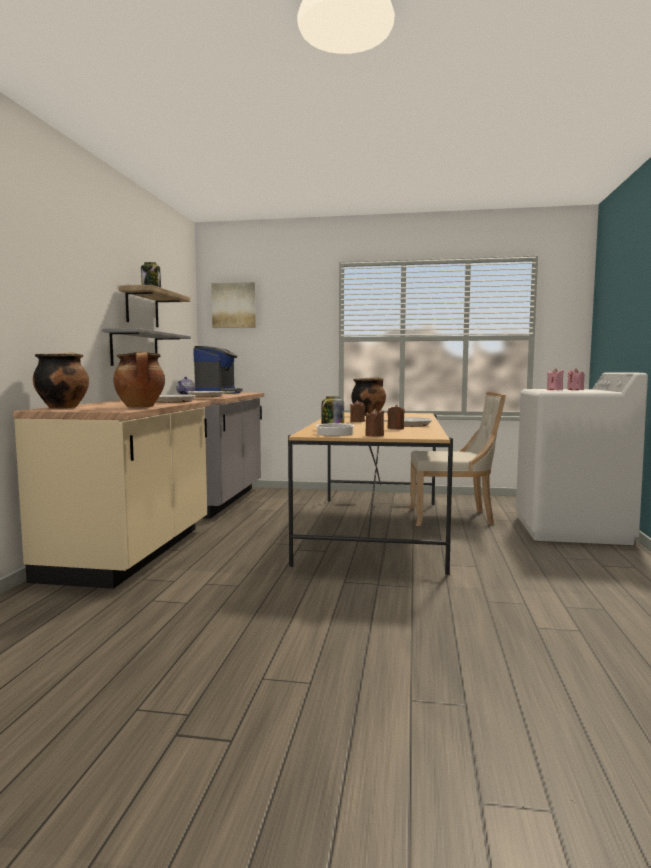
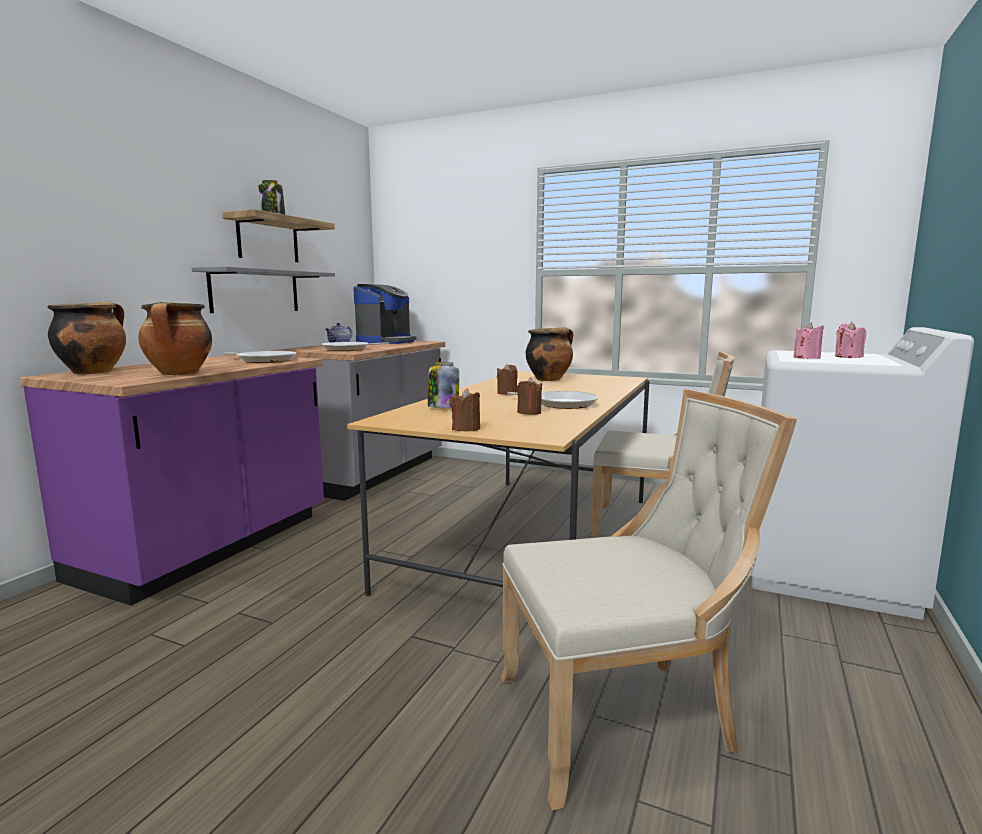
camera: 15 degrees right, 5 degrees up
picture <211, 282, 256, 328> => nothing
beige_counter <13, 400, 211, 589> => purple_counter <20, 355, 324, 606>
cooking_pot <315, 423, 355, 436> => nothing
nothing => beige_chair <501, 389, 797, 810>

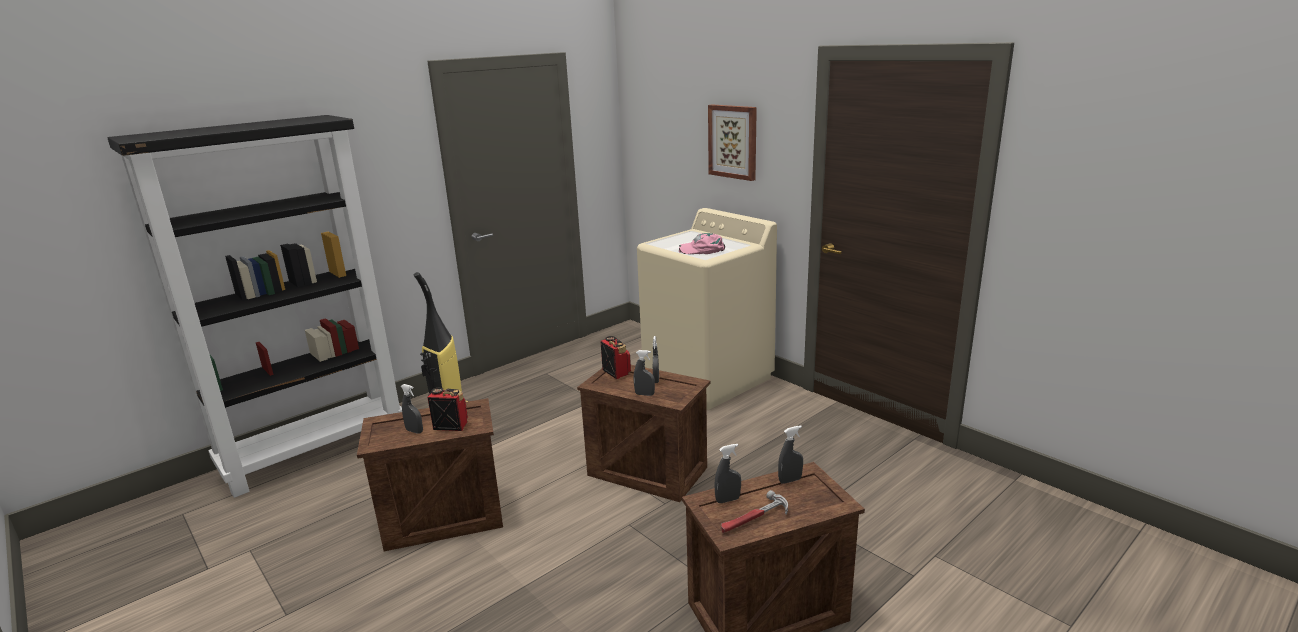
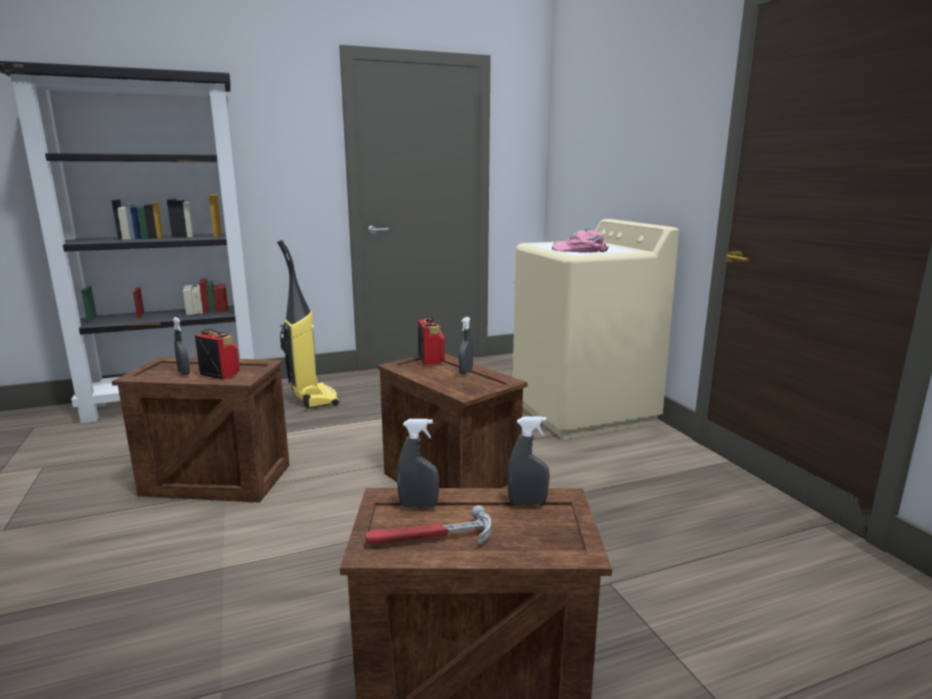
camera: 20 degrees right, 5 degrees down
picture <708, 104, 757, 181> => nothing
grey_spray_bottle <634, 350, 655, 396> => nothing

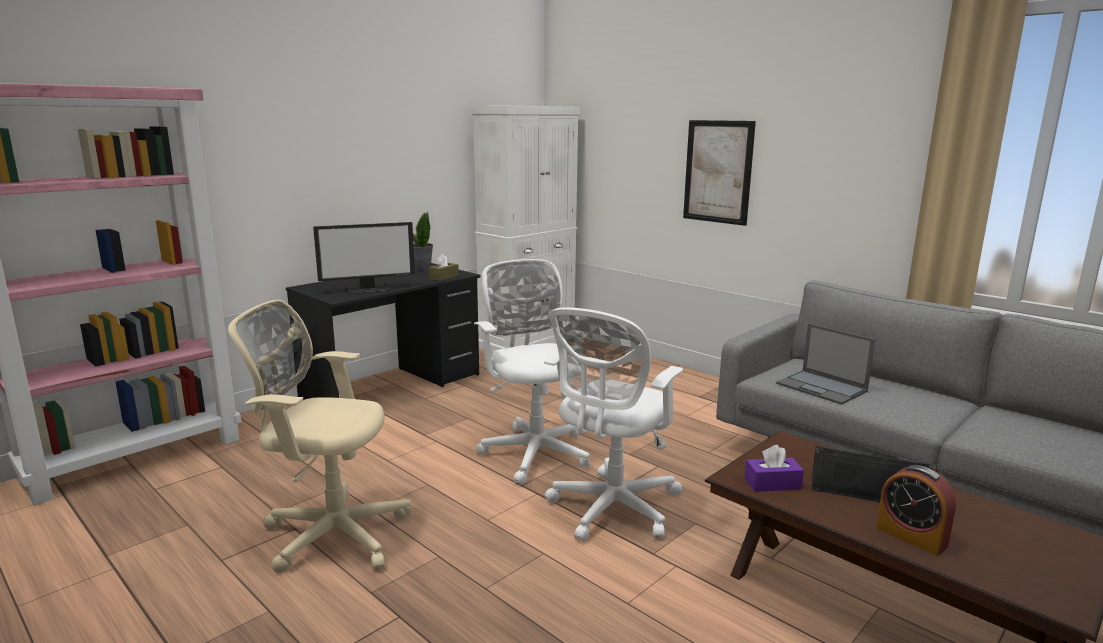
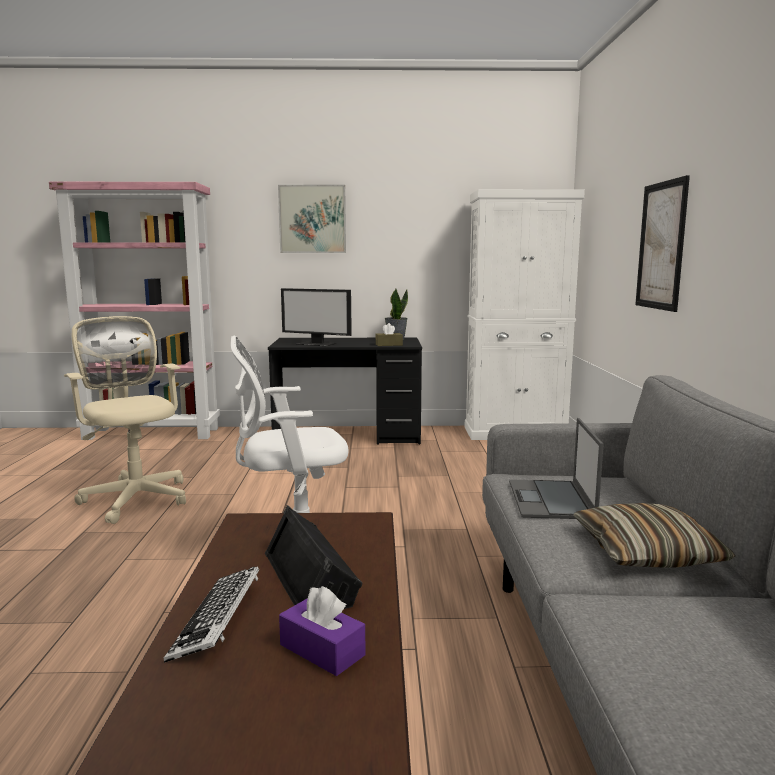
camera: 45 degrees right, 5 degrees down
white_office_chair <474, 259, 590, 485> => nothing
purple_tissue_box <744, 445, 804, 492> => purple_tissue_box <279, 586, 365, 676>, moved
alarm_clock <876, 465, 956, 556> => keyboard <164, 566, 259, 663>
nothing => picture <278, 185, 346, 253>
nothing => pillow <573, 503, 736, 568>

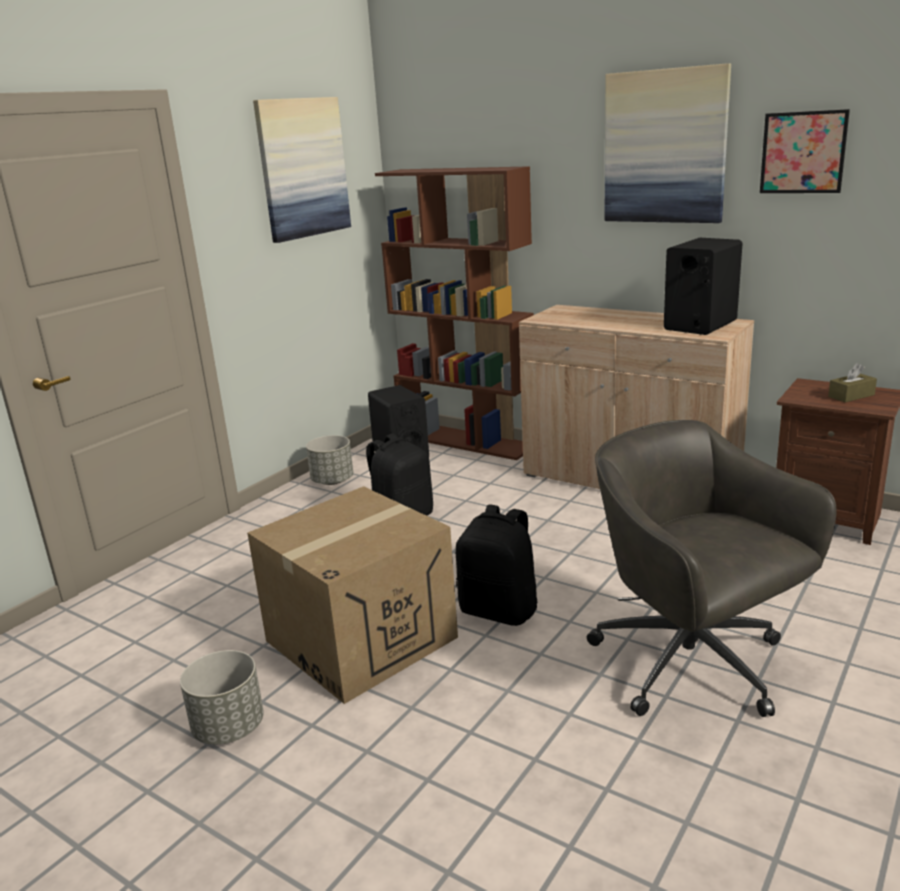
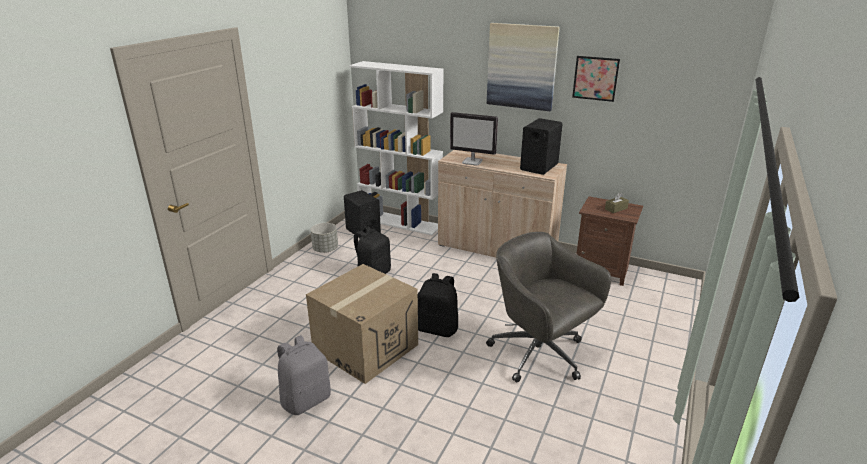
camera: 10 degrees left, 5 degrees up
picture <253, 97, 351, 243> => nothing
brown_bookcase <375, 166, 534, 460> => white_bookcase <349, 61, 444, 235>
grey_planter <180, 650, 264, 744> => grey_backpack <277, 335, 331, 415>
nothing => monitor <450, 112, 498, 166>

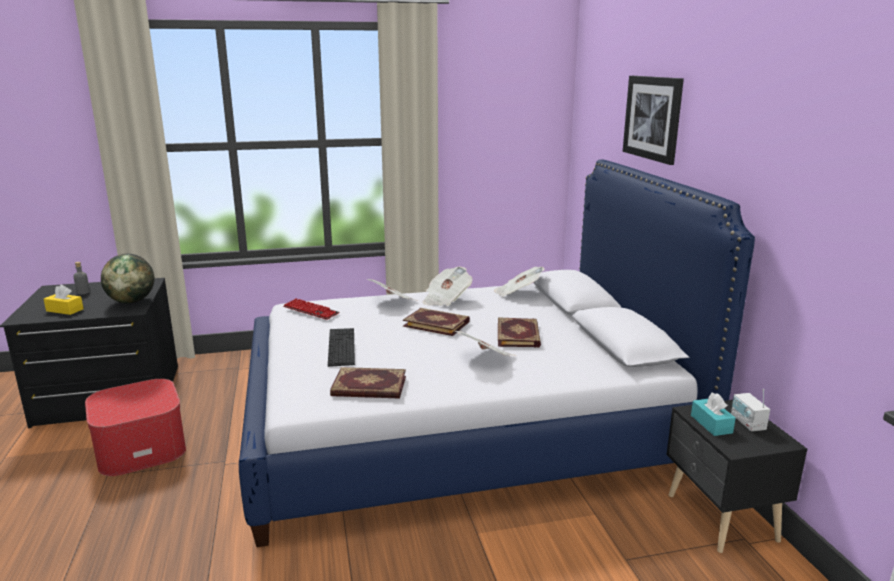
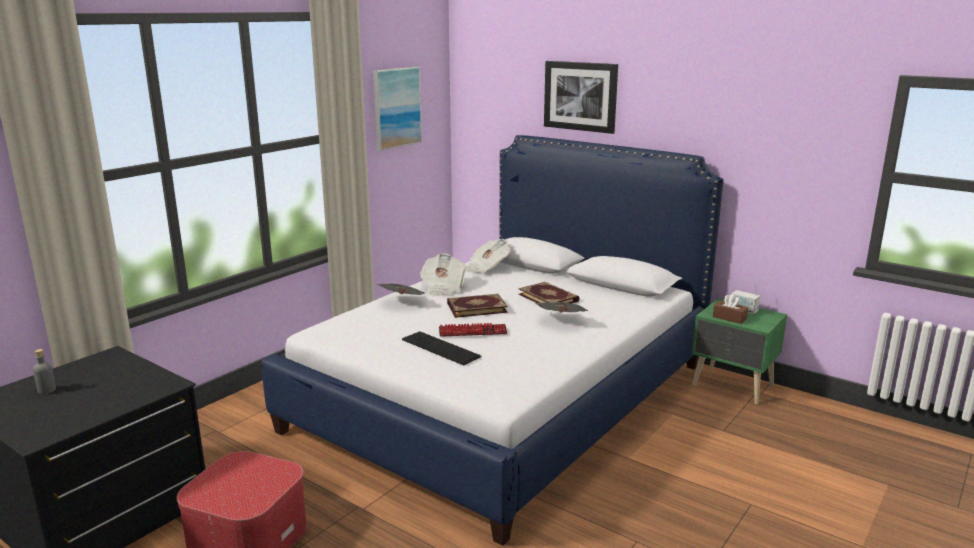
camera: 40 degrees left, 0 degrees up
globe <101, 254, 154, 304> => nothing
yellow_tissue_box <44, 285, 84, 315> => nothing
keyboard <283, 298, 340, 320> => keyboard <439, 323, 507, 337>, moved
book <330, 367, 406, 399> => nothing
turquoise_tissue_box <691, 393, 736, 436> => brown_tissue_box <713, 294, 748, 324>
black_nightstand <666, 400, 807, 553> => green_nightstand <692, 299, 787, 404>
nothing => picture <373, 66, 422, 151>

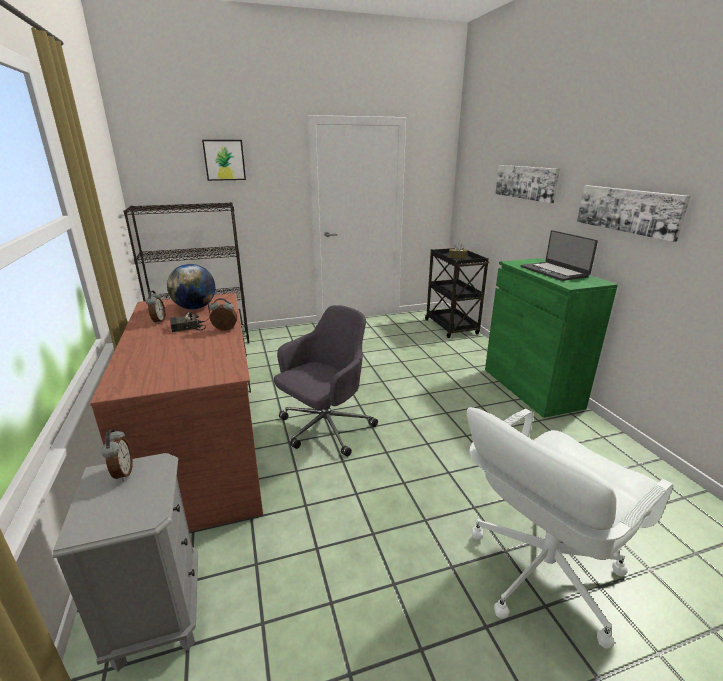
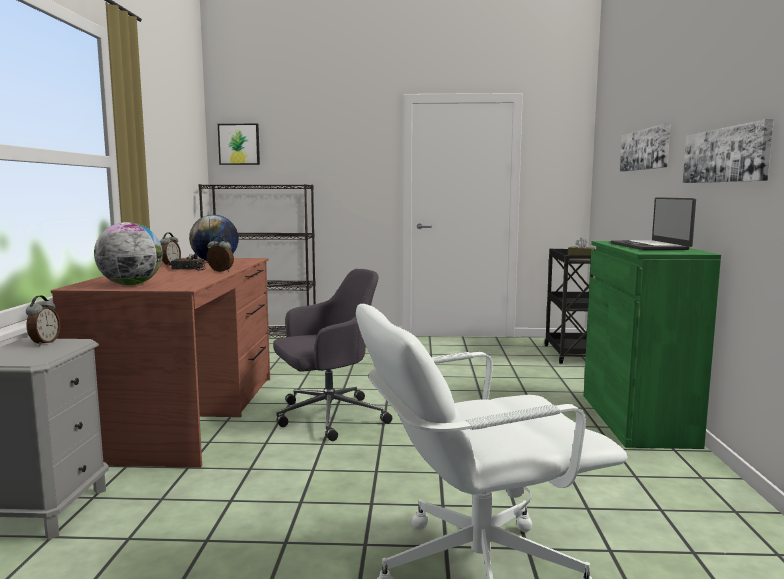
camera: 20 degrees right, 15 degrees down
picture <202, 140, 246, 181> => picture <218, 124, 260, 165>, moved
nothing => globe <94, 222, 163, 285>

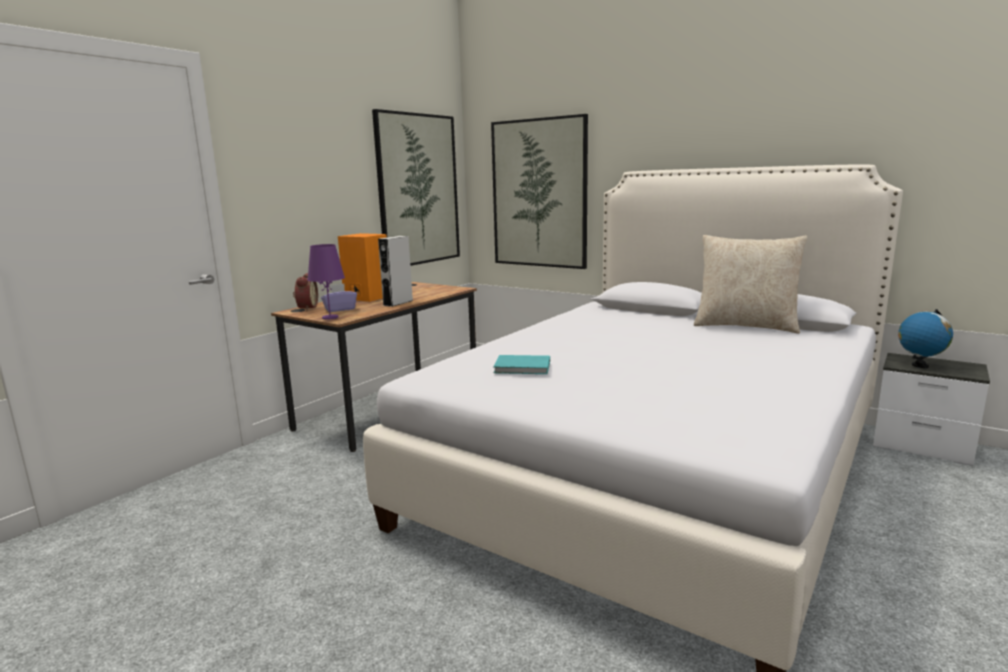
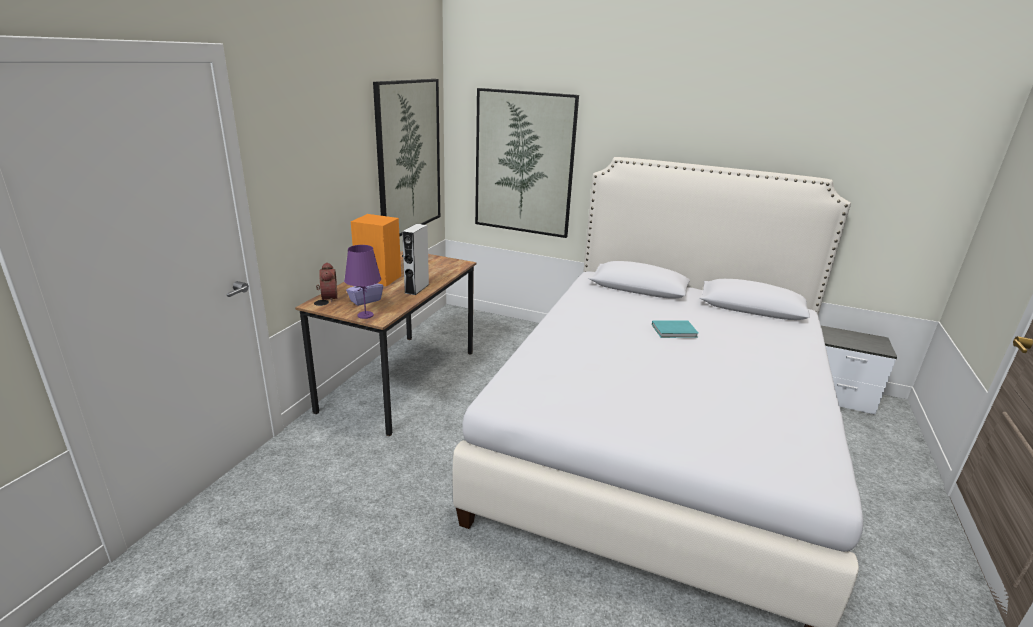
camera: 15 degrees left, 10 degrees up
beige_pillow <694, 235, 808, 334> => nothing
globe <898, 309, 953, 368> => nothing
turquoise_book <493, 355, 550, 374> => turquoise_book <652, 320, 699, 338>, moved

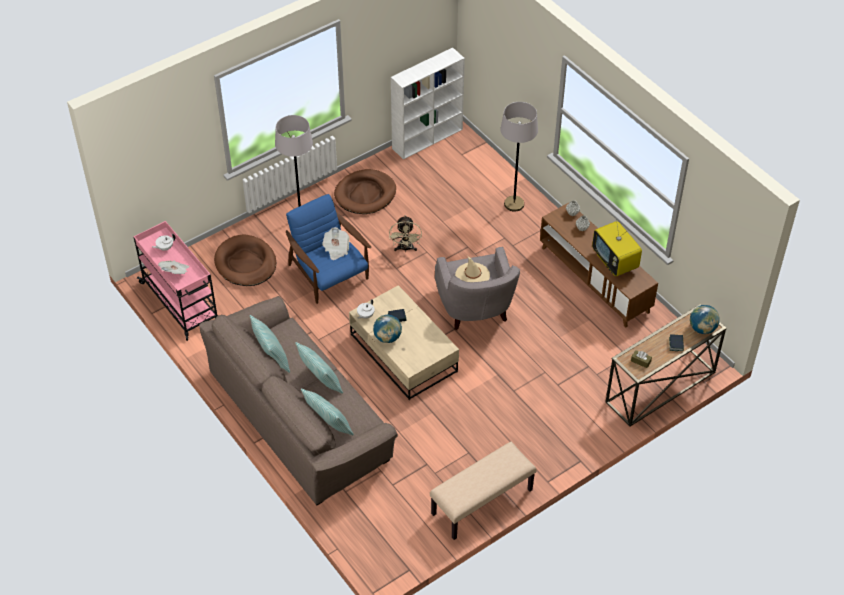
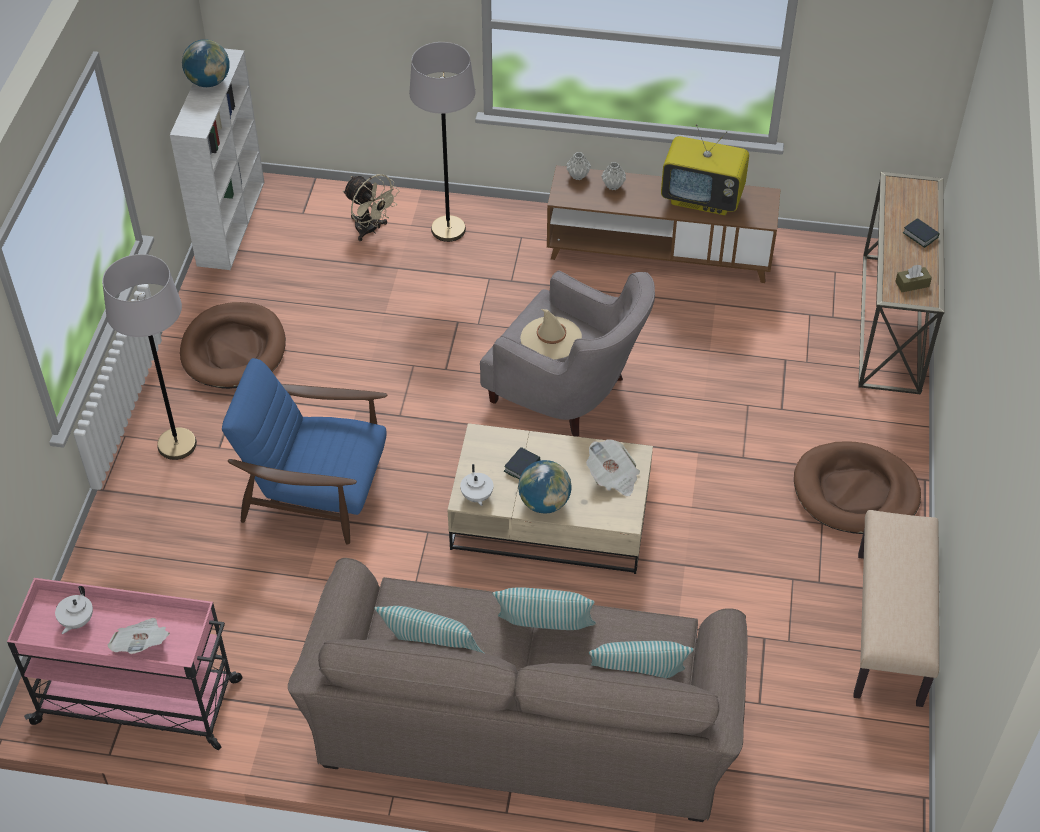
camera: 45 degrees left, 0 degrees up
beige_fan <389, 215, 422, 252> => beige_fan <343, 174, 399, 241>, moved
newspaper <322, 227, 350, 260> => newspaper <586, 439, 640, 497>, moved
brown_dog_bed <214, 235, 276, 286> => brown_dog_bed <794, 441, 921, 534>, moved
globe <690, 305, 720, 334> => globe <182, 39, 230, 87>, moved

